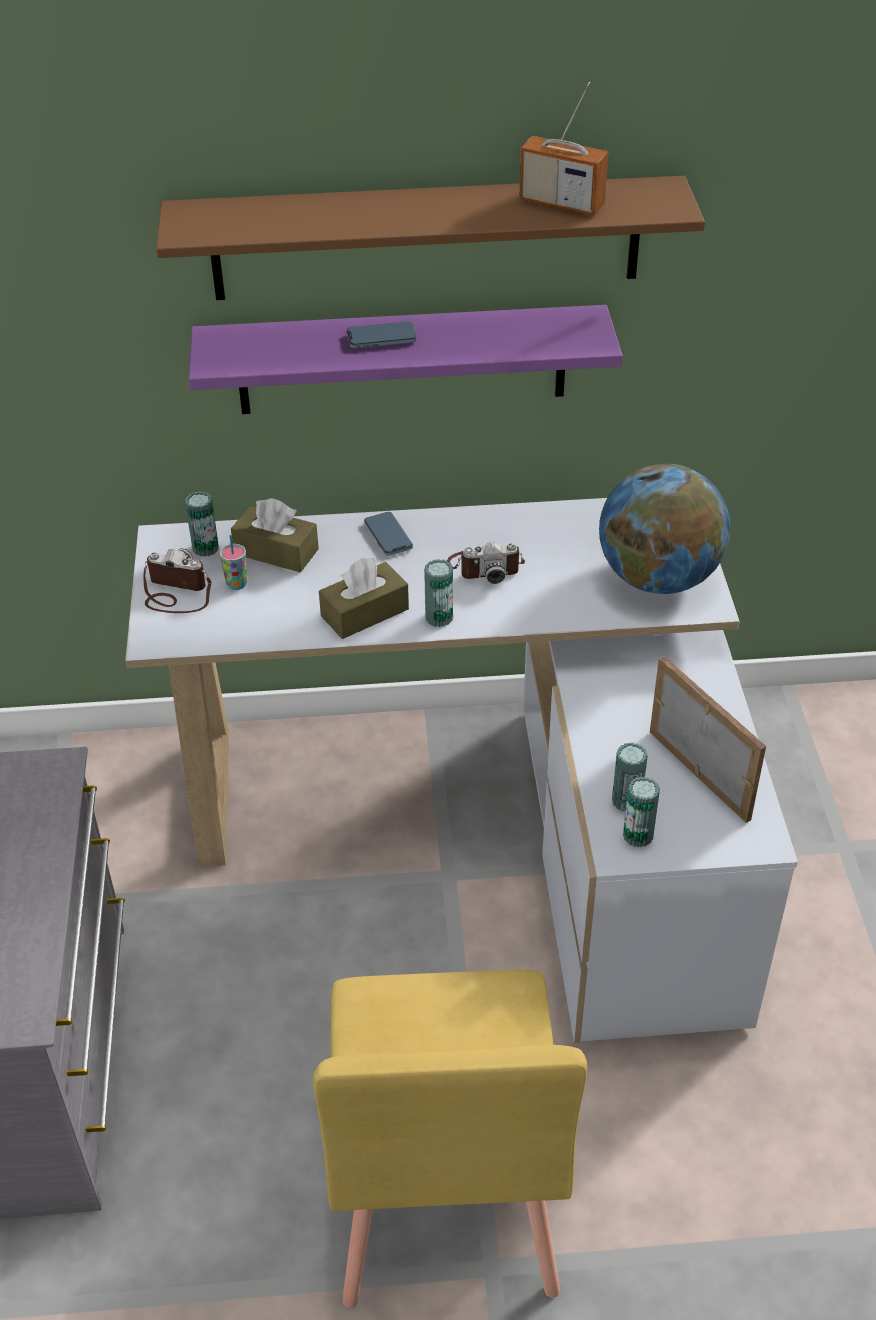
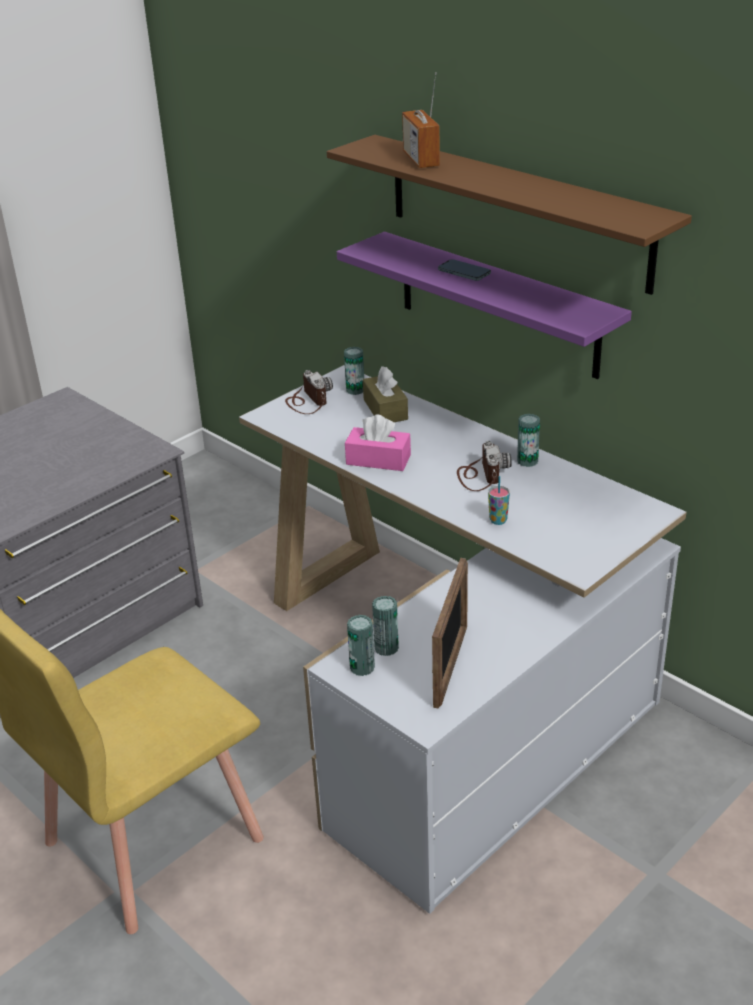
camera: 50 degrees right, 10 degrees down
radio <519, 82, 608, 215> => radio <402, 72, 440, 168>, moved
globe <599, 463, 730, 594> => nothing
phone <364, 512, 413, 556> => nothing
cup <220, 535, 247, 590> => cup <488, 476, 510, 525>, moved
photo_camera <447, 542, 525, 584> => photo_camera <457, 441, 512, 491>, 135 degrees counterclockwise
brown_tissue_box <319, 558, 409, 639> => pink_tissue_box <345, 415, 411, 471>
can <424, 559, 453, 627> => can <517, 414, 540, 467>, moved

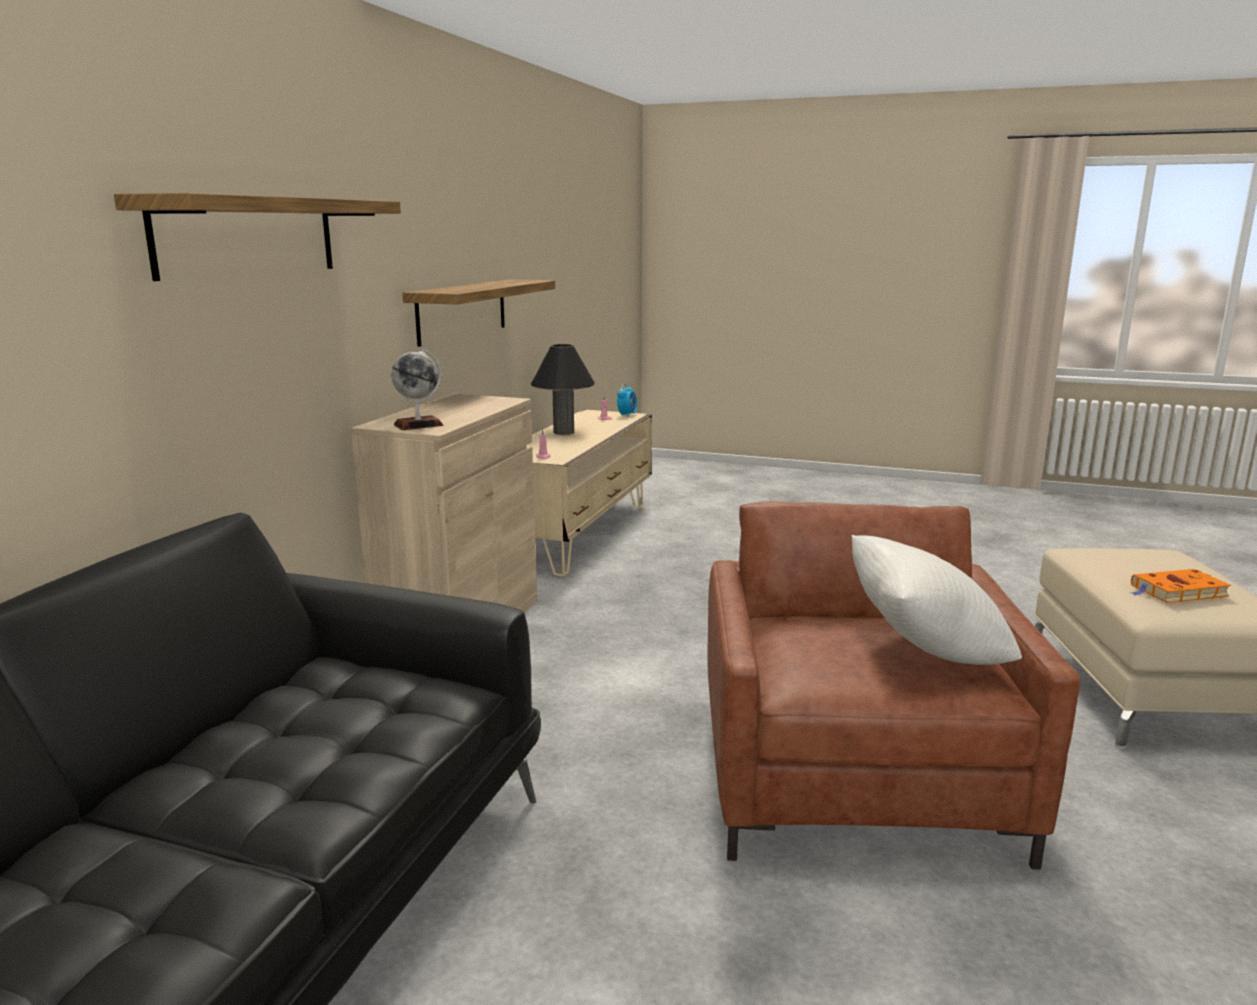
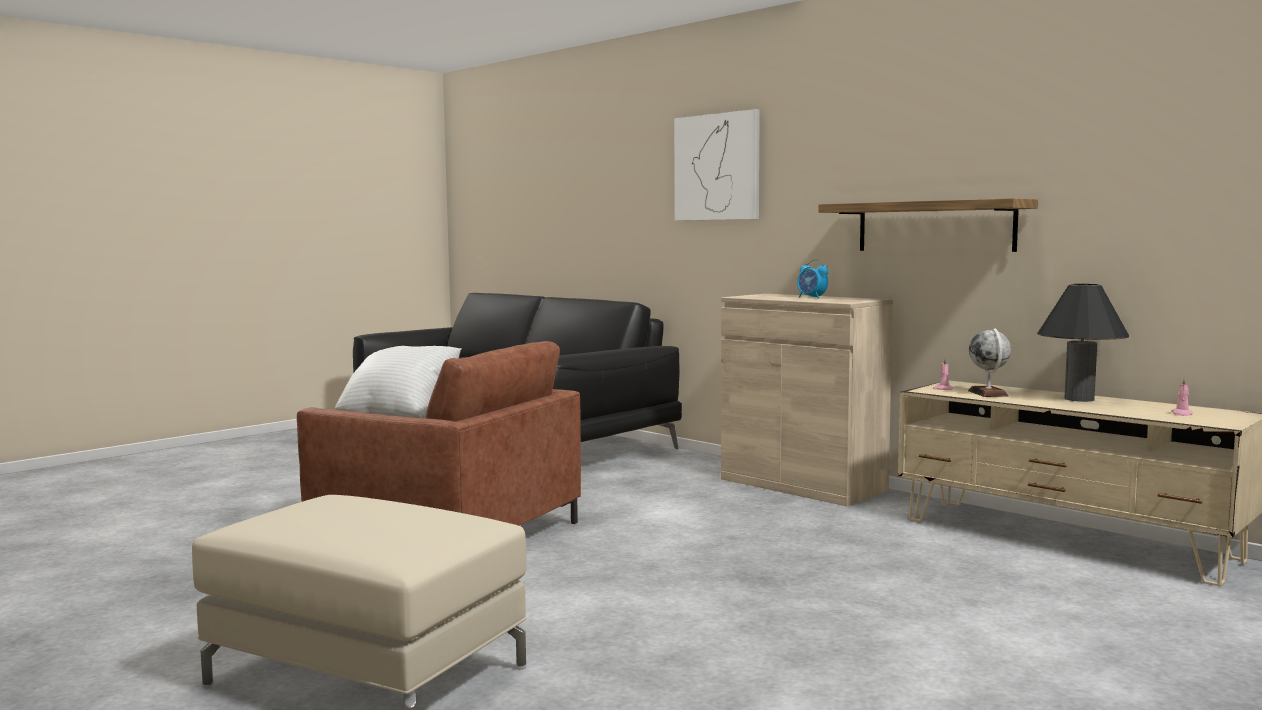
camera: 115 degrees right, 10 degrees down
shelf <114, 193, 401, 281> => picture <674, 109, 760, 221>
globe <391, 349, 444, 430> => globe <968, 328, 1011, 397>, moved
alarm_clock <617, 384, 637, 418> => alarm_clock <797, 259, 829, 299>, moved
orange_book <1131, 569, 1231, 603> => nothing

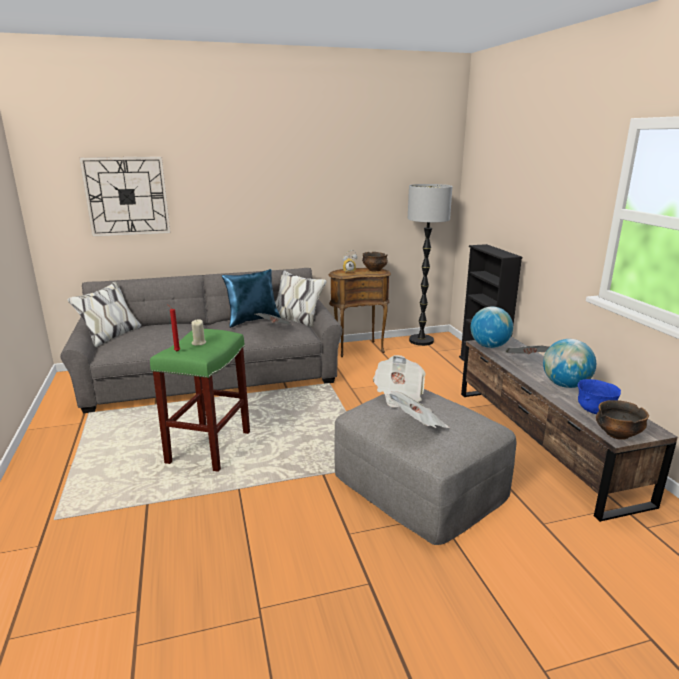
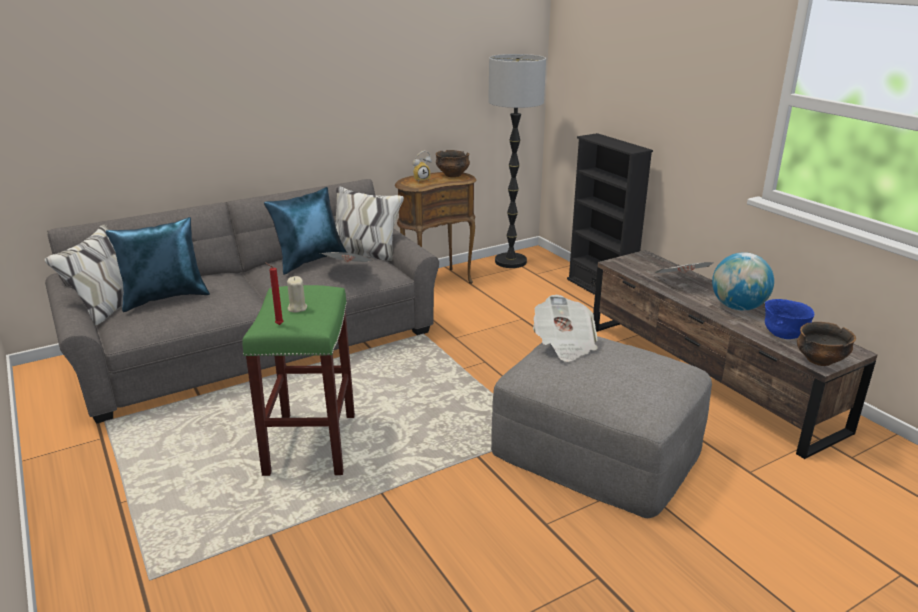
camera: 15 degrees left, 5 degrees up
wall_clock <79, 157, 171, 237> => nothing
globe <471, 307, 513, 348> => nothing
newspaper <387, 391, 449, 428> => nothing
nothing => blue_pillow <106, 217, 210, 312>

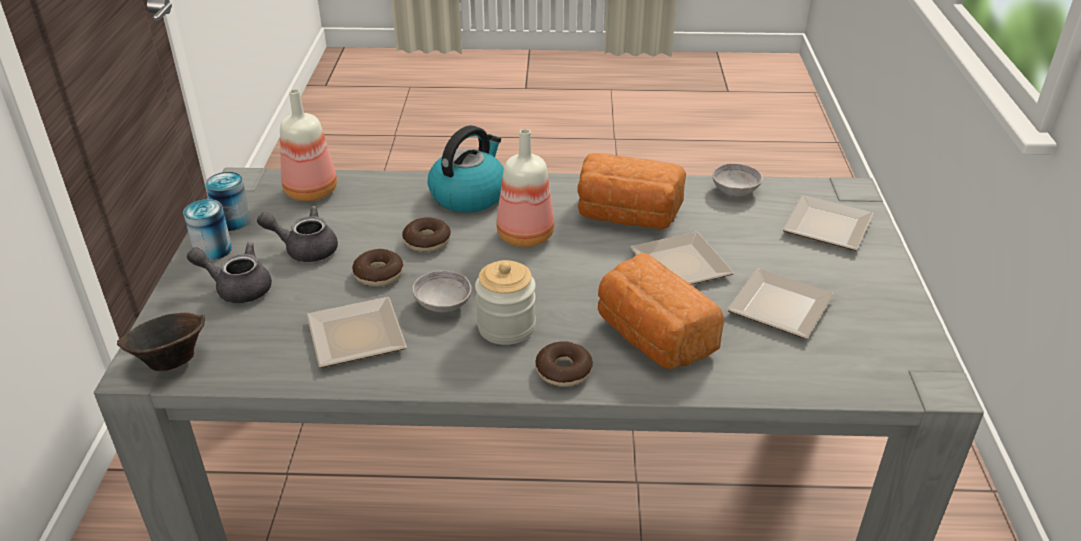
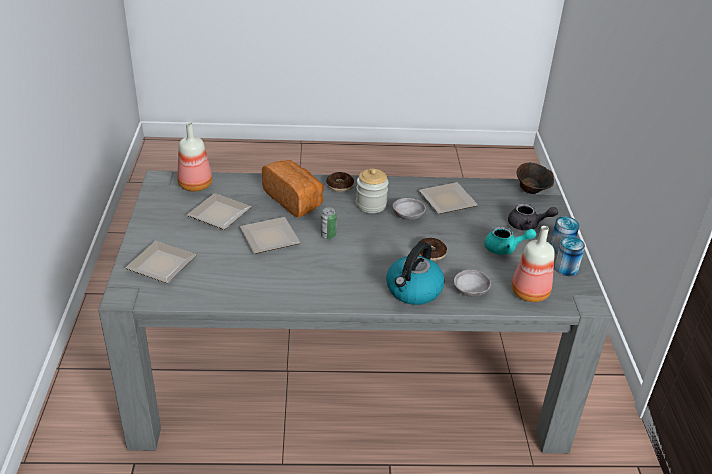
camera: 175 degrees right, 0 degrees up
bottle <496, 129, 554, 247> => bottle <177, 122, 212, 191>, moved
bread <577, 153, 686, 229> => nothing
grey_bowl <712, 163, 763, 196> => grey_bowl <454, 270, 491, 297>, moved
grey_teapot <257, 206, 338, 262> => turquoise_teapot <484, 226, 536, 255>
donut <352, 249, 403, 286> => nothing
nothing => can <321, 207, 337, 239>

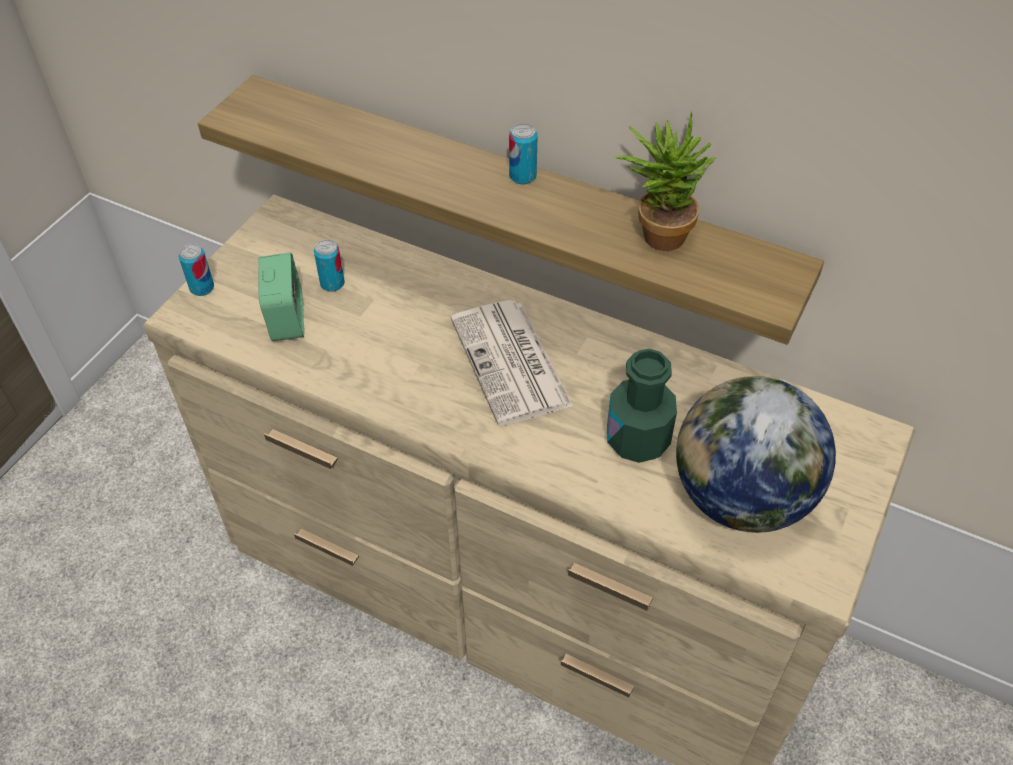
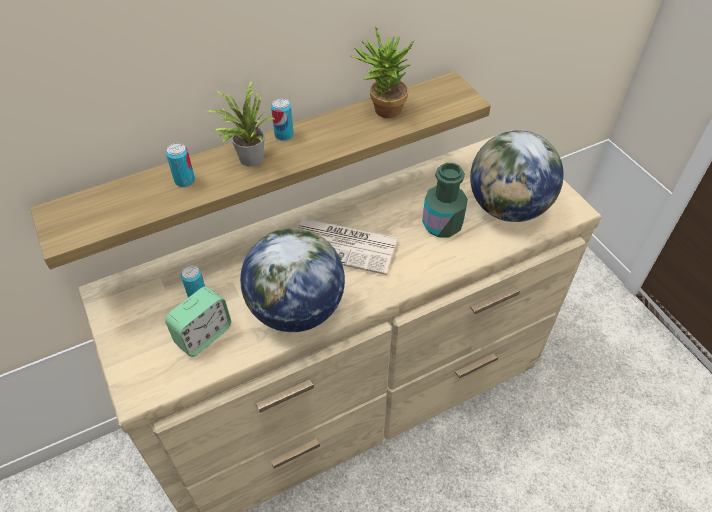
camera: 55 degrees left, 0 degrees up
can <179, 244, 214, 296> => can <166, 143, 195, 187>, moved
alarm_clock <259, 253, 304, 341> => alarm_clock <165, 286, 231, 357>, 105 degrees clockwise
nothing => potted_plant <205, 80, 277, 166>
nothing => globe <240, 228, 345, 332>

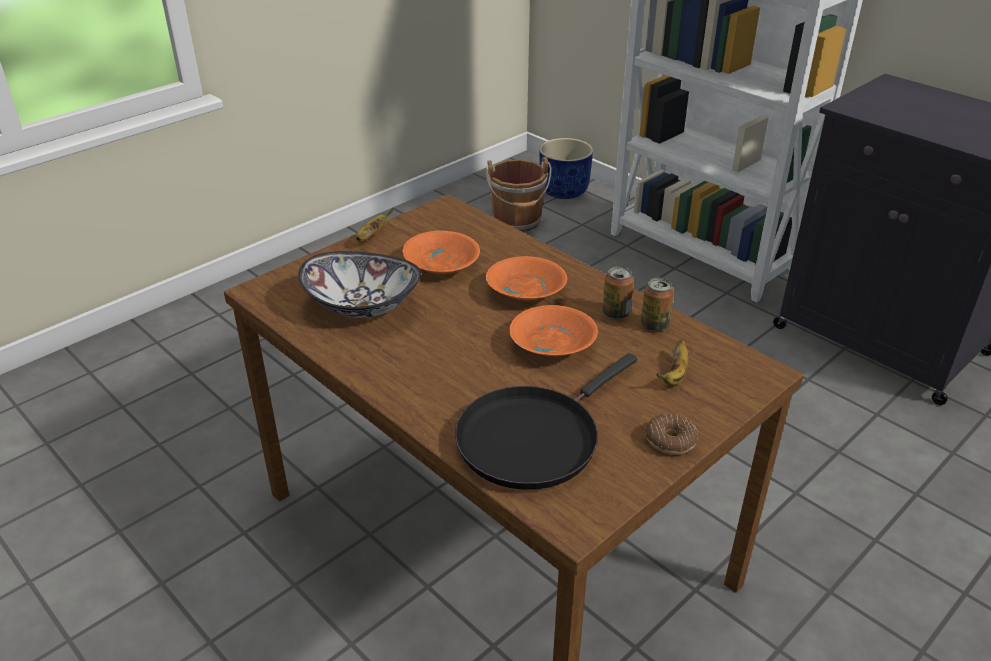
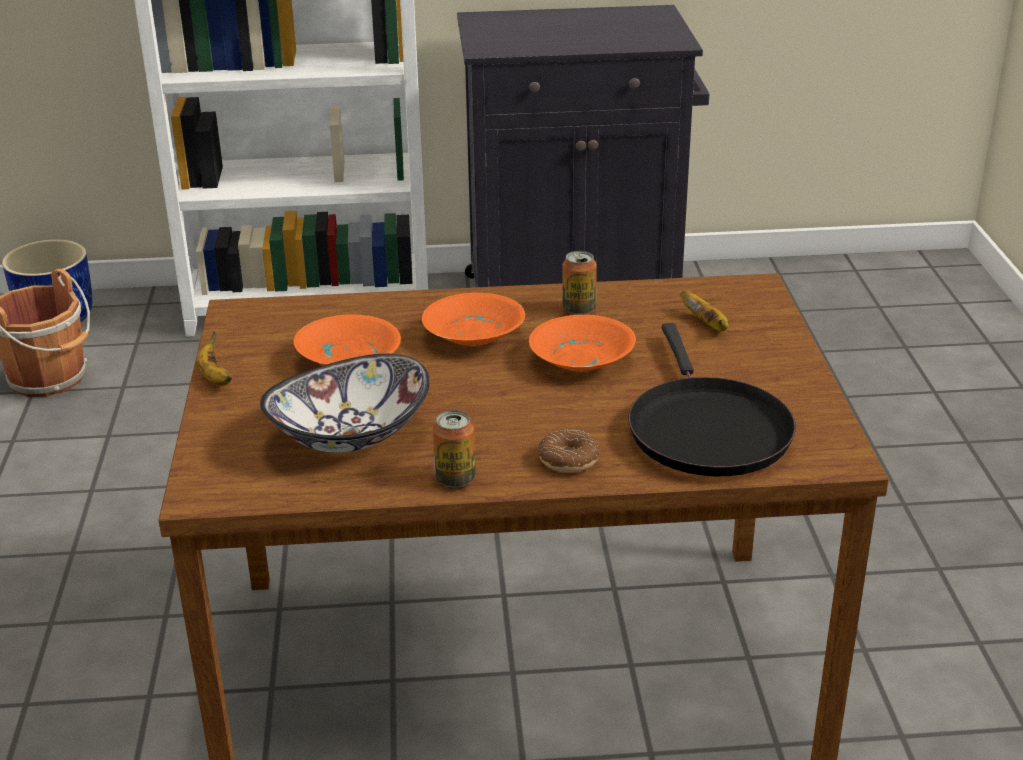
camera: 50 degrees left, 5 degrees down
can <641, 278, 674, 331> => can <433, 410, 476, 487>, moved
donut <645, 414, 698, 455> => donut <538, 429, 600, 473>, moved

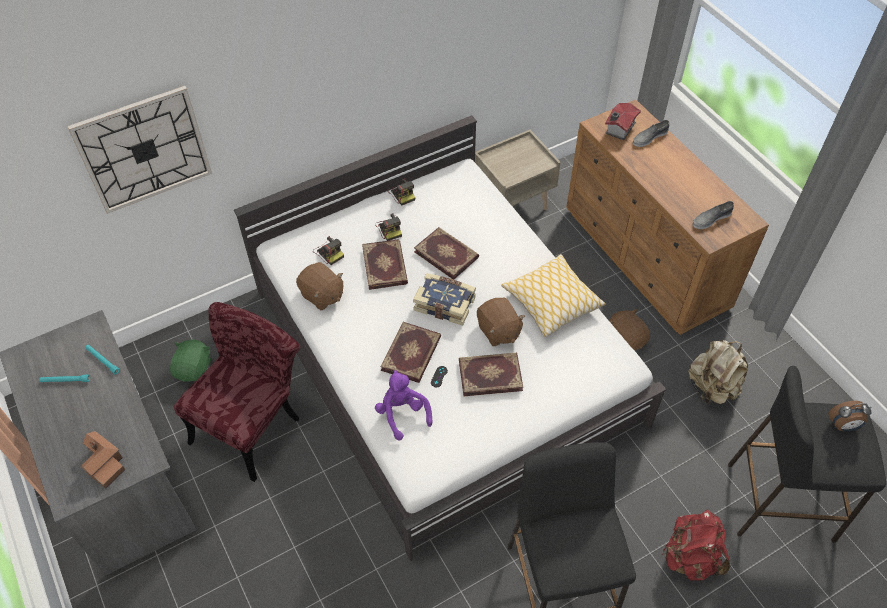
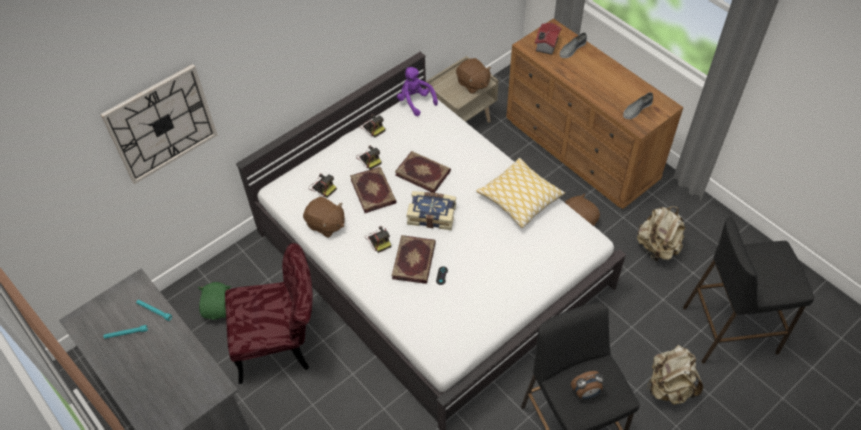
camera: 10 degrees left, 0 degrees up
brown_plush_toy <477, 298, 525, 346> => brown_plush_toy <456, 58, 492, 94>, moved
red_chair <174, 302, 300, 482> => red_chair <225, 243, 313, 384>, 60 degrees clockwise
book <459, 353, 523, 396> => nothing
purple_plush_toy <375, 370, 433, 441> => purple_plush_toy <397, 67, 438, 116>, moved
alarm_clock <828, 401, 872, 432> => alarm_clock <571, 371, 604, 399>, moved
toy_house <80, 431, 125, 489> => nothing
red_backpack <661, 509, 730, 581> => beige_backpack <647, 345, 703, 405>
nothing => photo_camera <365, 226, 391, 253>

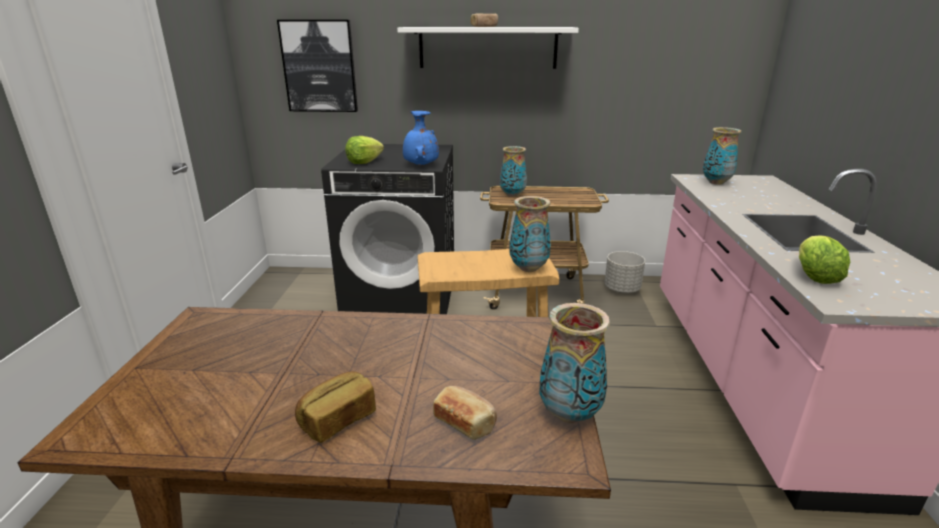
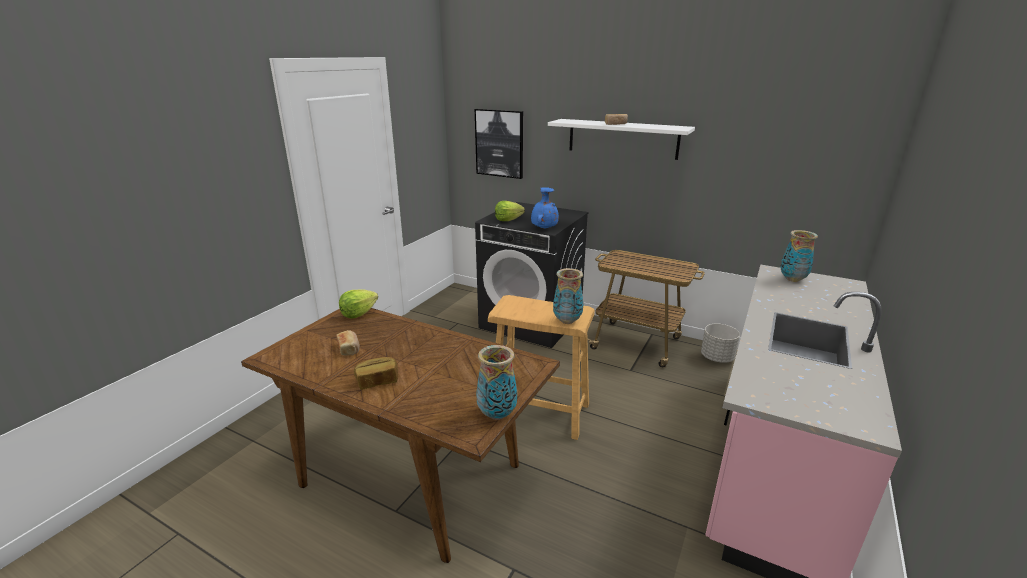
camera: 25 degrees right, 0 degrees up
vase <500, 146, 527, 197> => nothing
lettuce <799, 235, 850, 284> => lettuce <339, 290, 378, 319>, moved
bread <433, 386, 497, 440> => bread <336, 330, 360, 355>, moved

